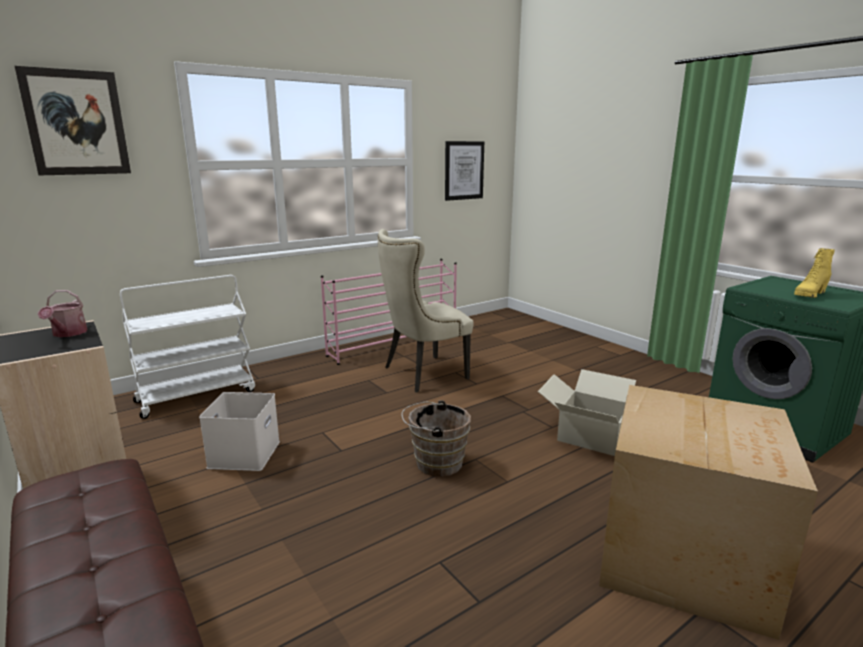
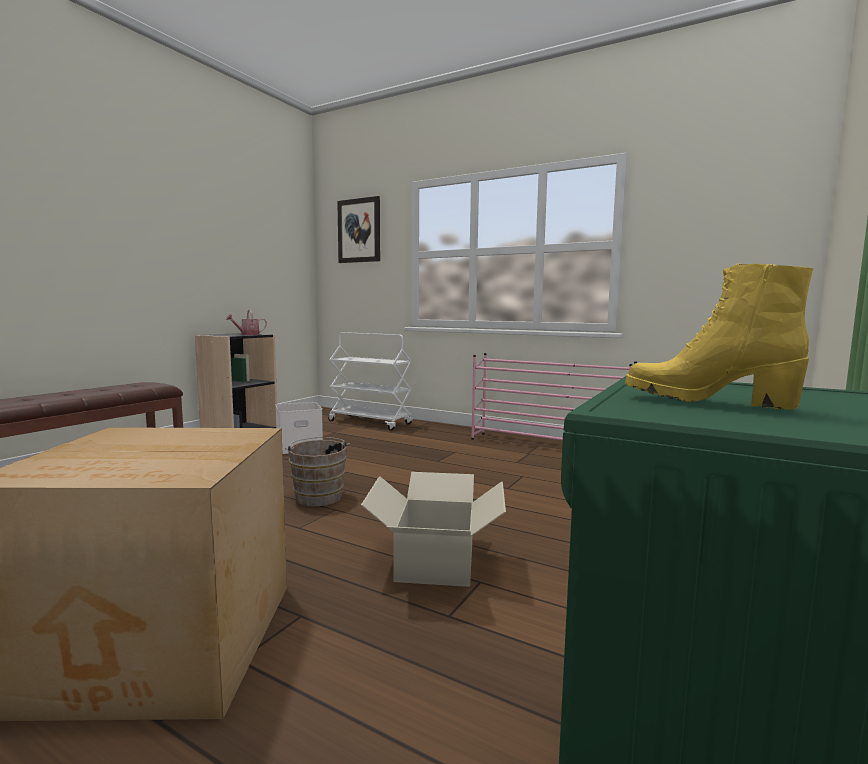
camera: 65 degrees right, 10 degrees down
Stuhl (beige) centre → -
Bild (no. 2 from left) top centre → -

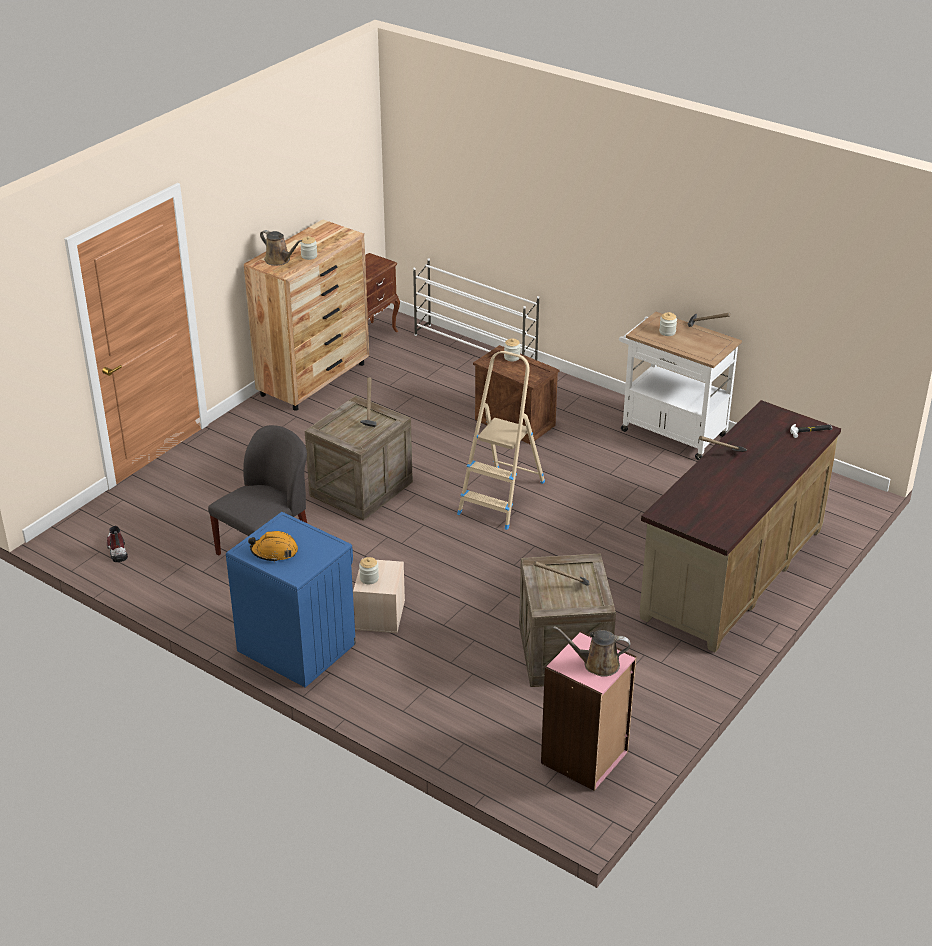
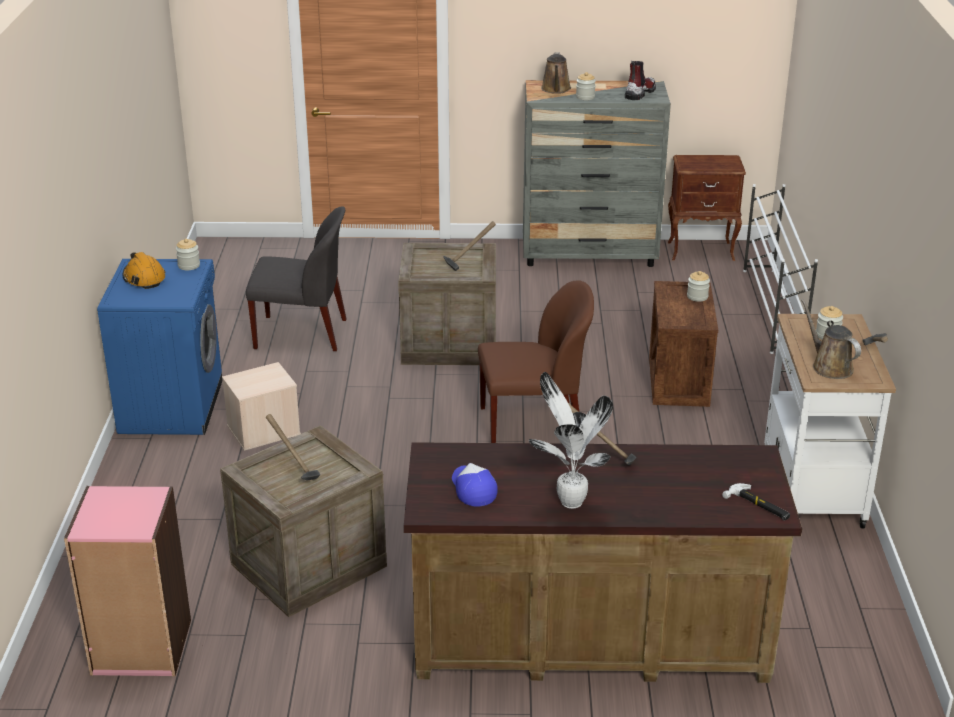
camera: 55 degrees right, 5 degrees down
Stiefel middle left → Stiefel top right, shifted
Kommode (braun) top left → Kommode (grau) top centre
Vorratsglas (no. 2 from left in the first image) centre → Vorratsglas (no. 1 from left) middle left, shifted
Trittleiter (beige) centre → Stuhl (braun) centre
Gießkanne (braun) (no. 2 from left) bottom centre → Gießkanne (braun) (no. 2 from left) middle right, shifted
- → Kappe bottom centre
- → Topfpflanze centre

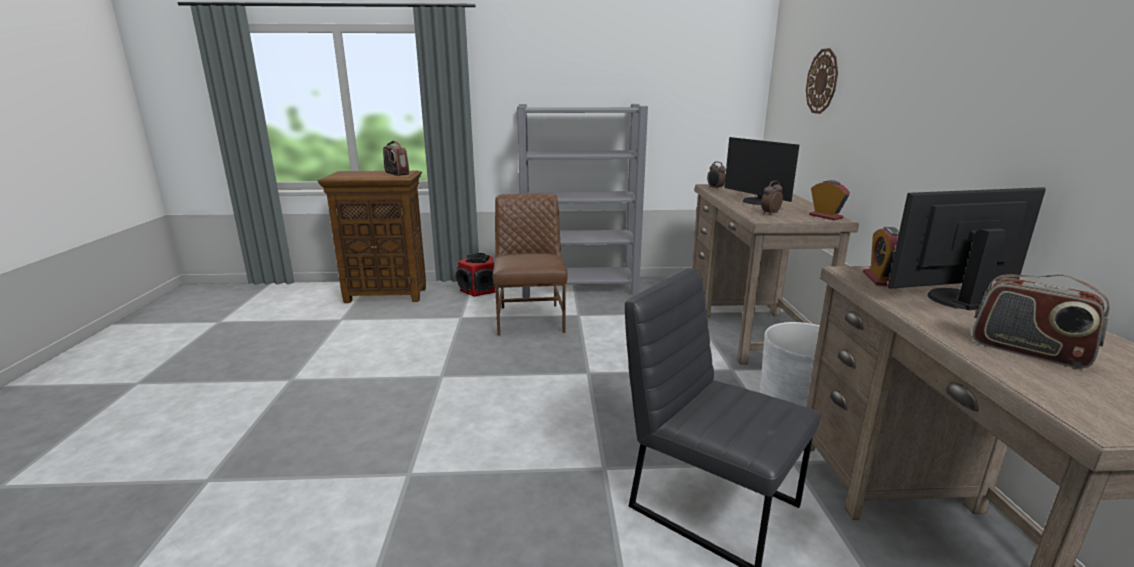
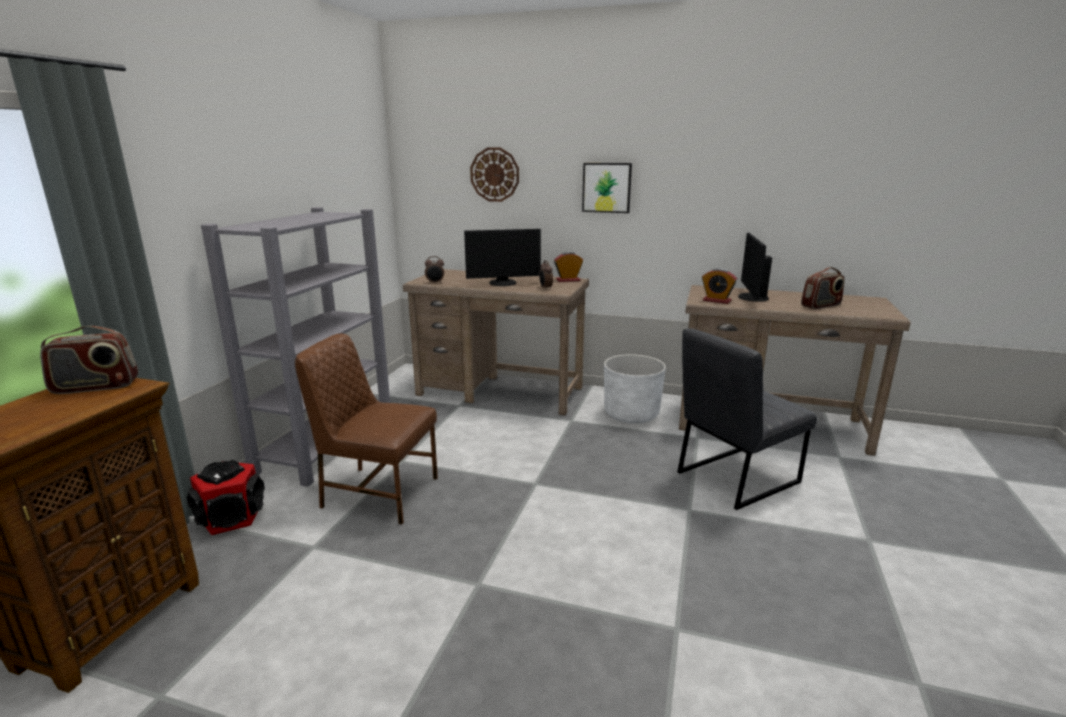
camera: 70 degrees left, 0 degrees up
- → Bild top centre

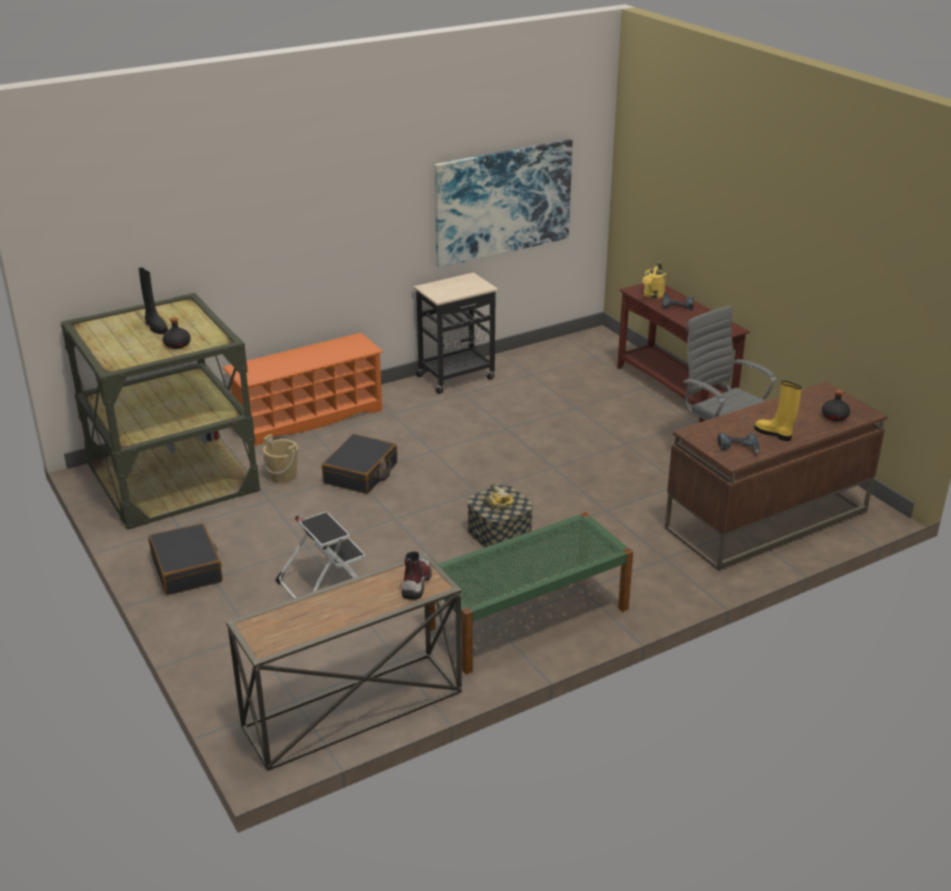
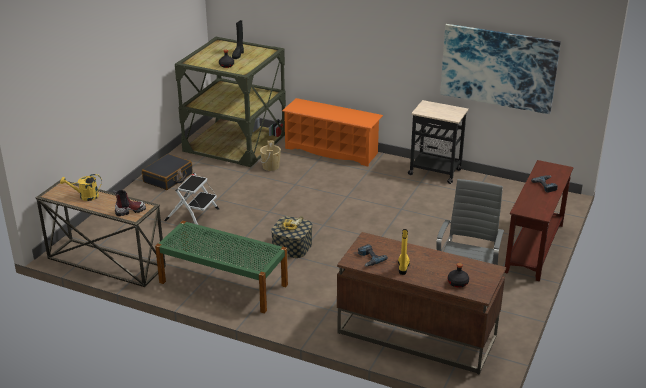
camera: 55 degrees right, 0 degrees up
Koffer (schwarz) (no. 2 from left) centre → -
Gießkanne (gelb) top right → Gießkanne (gelb) middle left, shifted

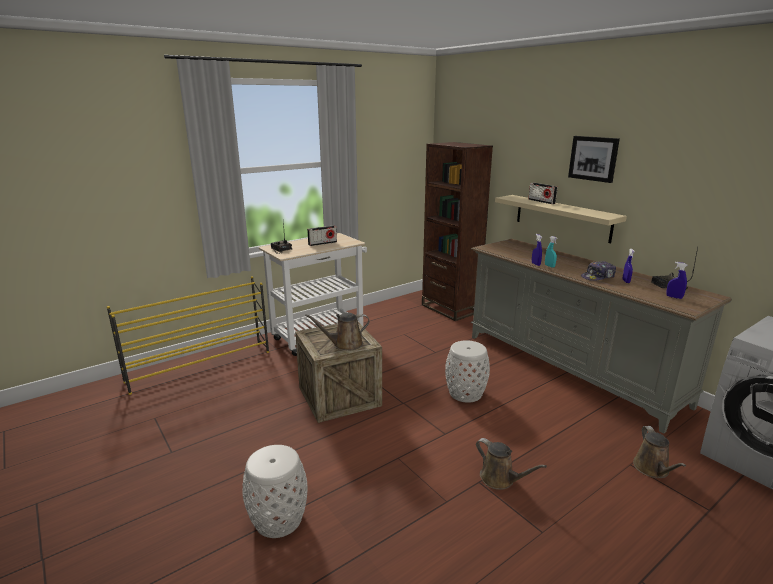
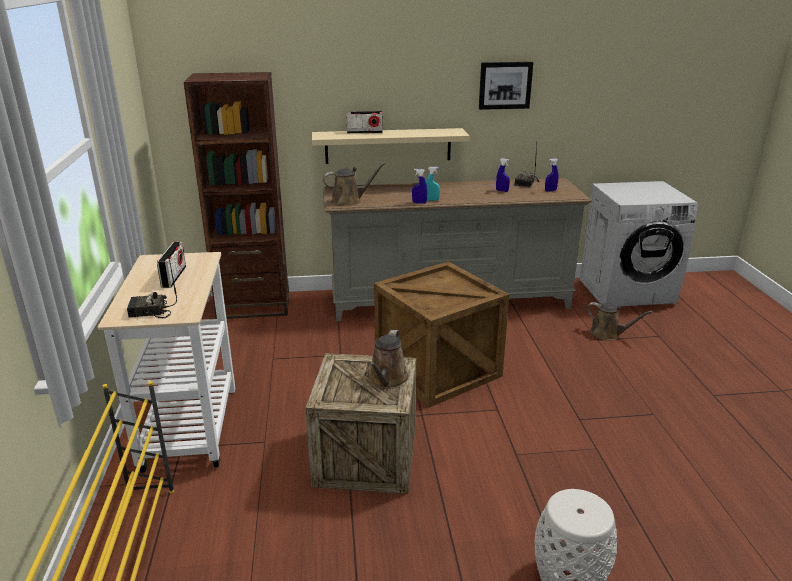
camera: 60 degrees left, 5 degrees up
Hocker (weiß) (no. 2 from left) centre → Kiste (no. 2 from left) centre
Gießkanne (braun) (no. 2 from left in the first image) bottom centre → Gießkanne (braun) (no. 1 from left) top centre, shifted
Bild top right → Bild top centre, shifted
Kappe middle right → -

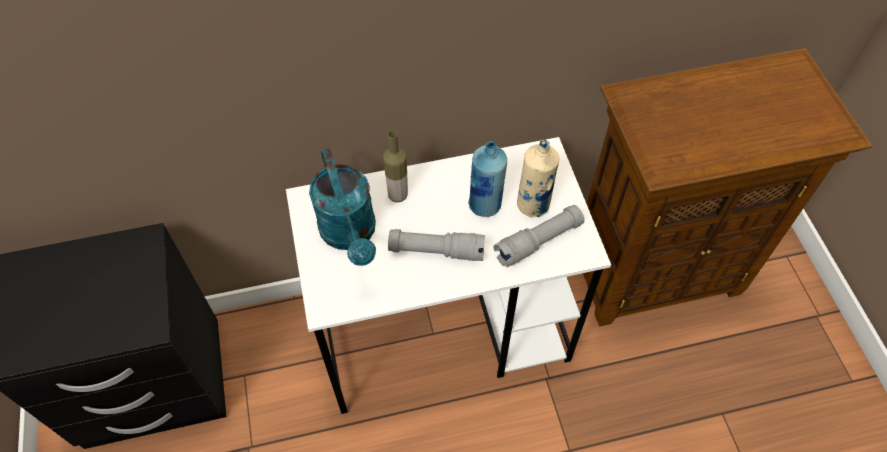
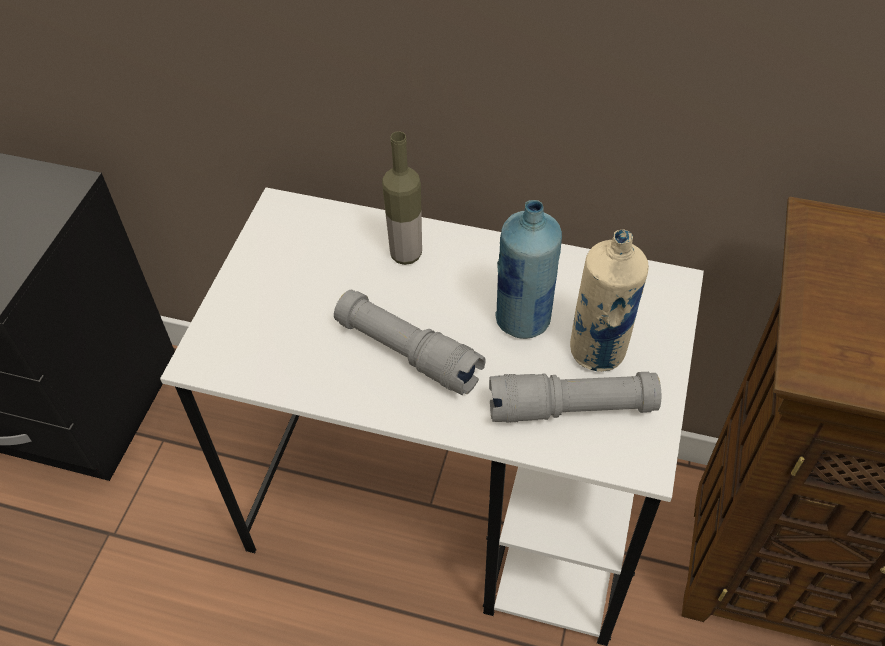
camera: 30 degrees right, 5 degrees down
Gießkanne (türkis) centre → -

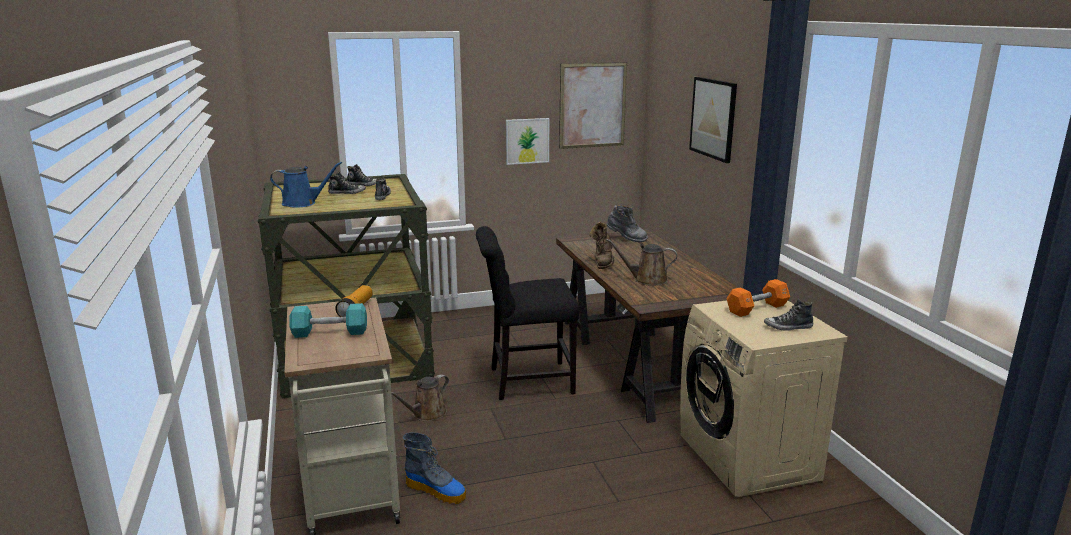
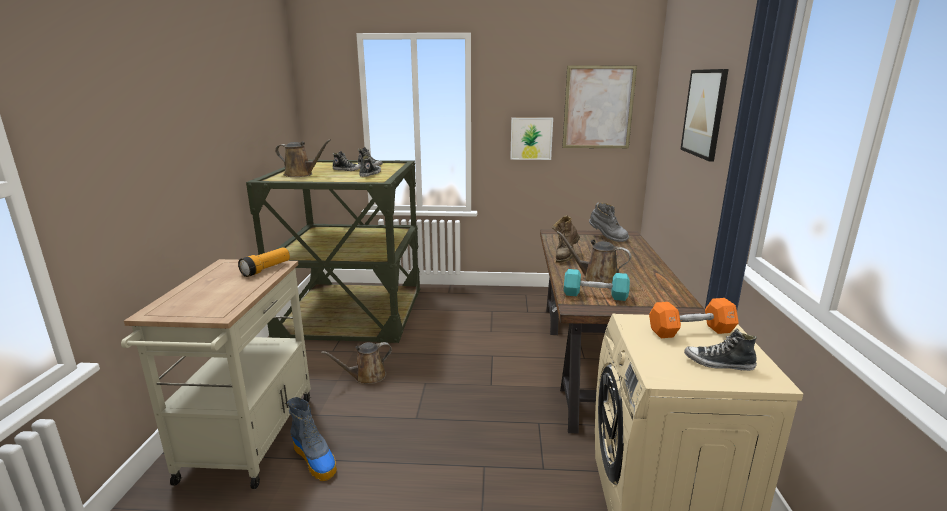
camera: 20 degrees right, 0 degrees up
Gießkanne (blau) middle left → Gießkanne (braun) (no. 1 from left) top left
Hantel (türkis) middle left → Hantel (türkis) centre, shifted
Stuhl (schwarz) centre → -

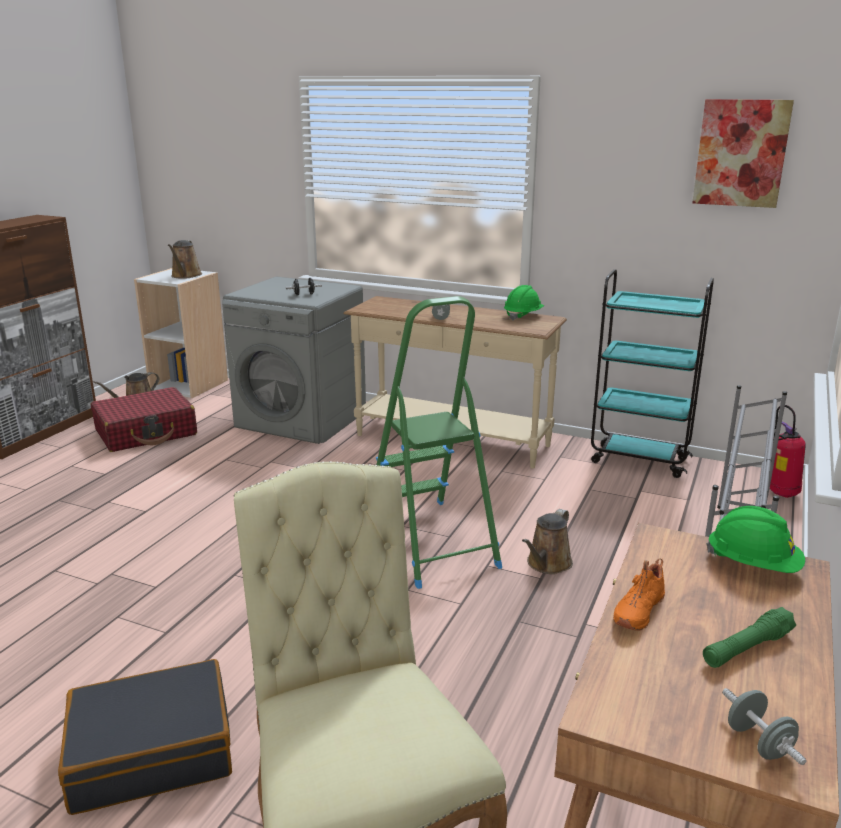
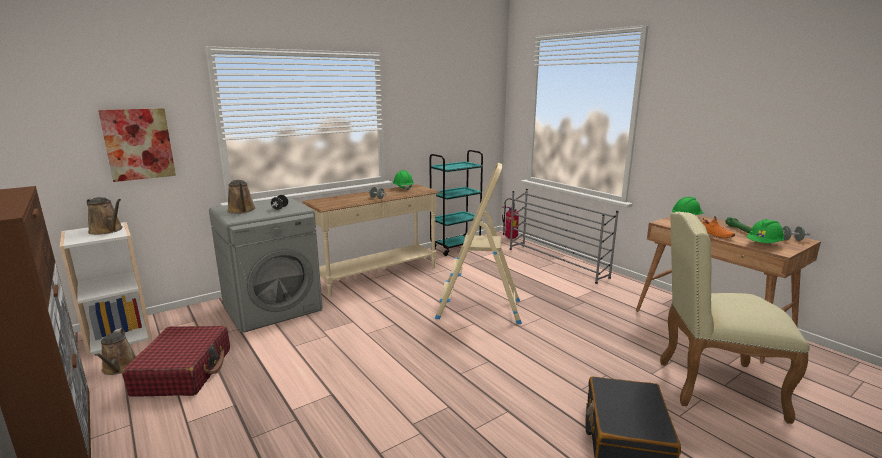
camera: 60 degrees left, 5 degrees down
Trittleiter (grün) centre → Trittleiter (beige) centre
Gießkanne (braun) (no. 3 from left) centre → Gießkanne (braun) (no. 3 from left) middle left, shifted
Bild top right → Bild top left, shifted
- → Schutzhelm (grün) (no. 3 from left) middle right

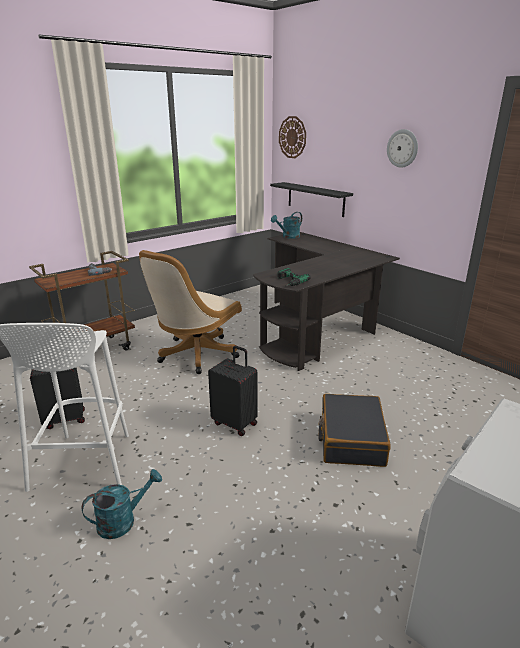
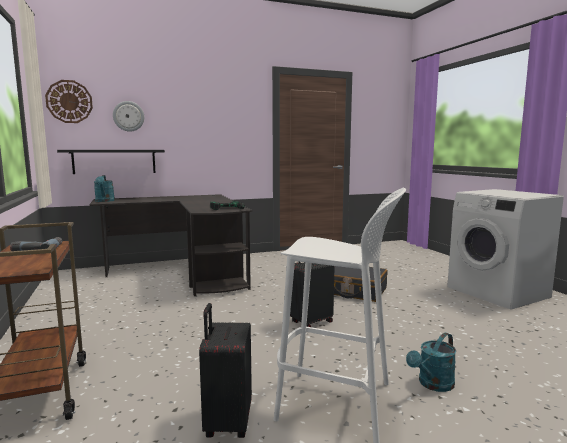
camera: 70 degrees left, 15 degrees down
Gießkanne (türkis) (no. 1 from left in the first image) bottom left → Gießkanne (türkis) (no. 2 from left) bottom right, 120 degrees counterclockwise
Bürostuhl centre → -
Wanduhr (no. 2 from left) top right → Wanduhr (no. 2 from left) top left, shifted

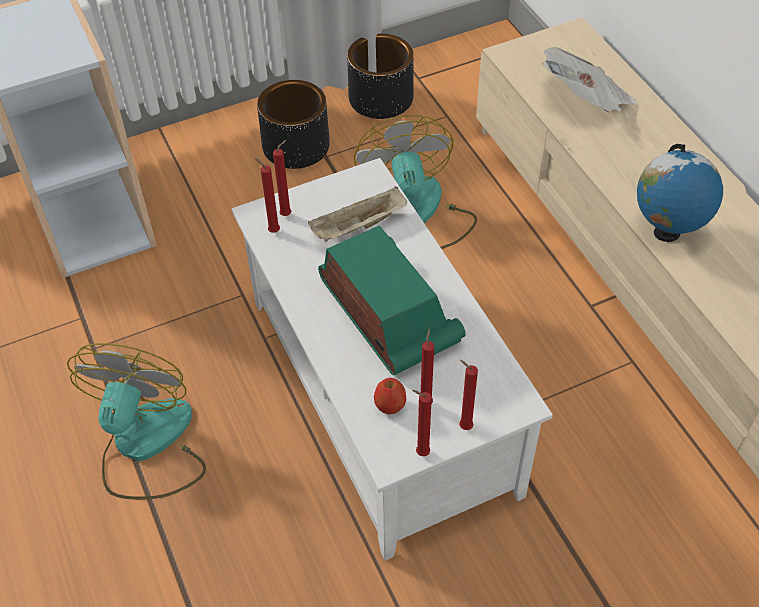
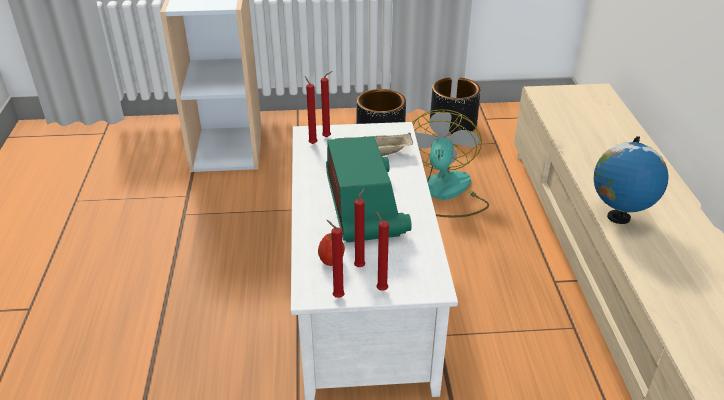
camera: 20 degrees right, 15 degrees down
Ventilator (no. 1 from left) bottom left → -
Zeitung top right → -

